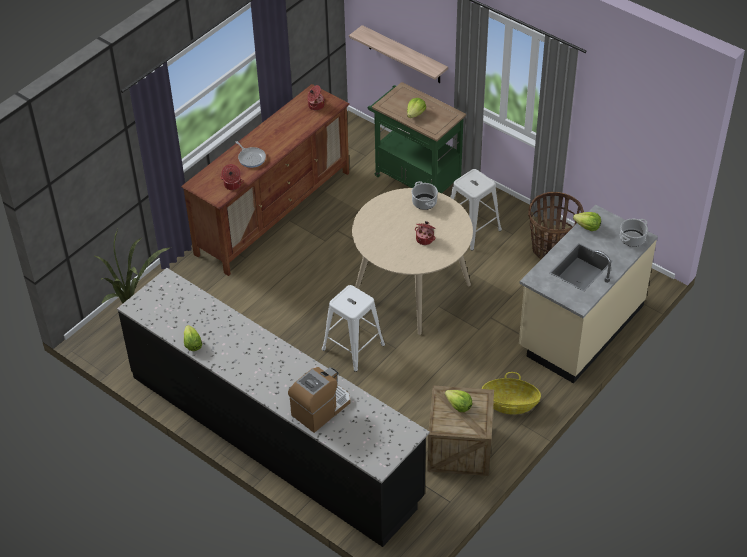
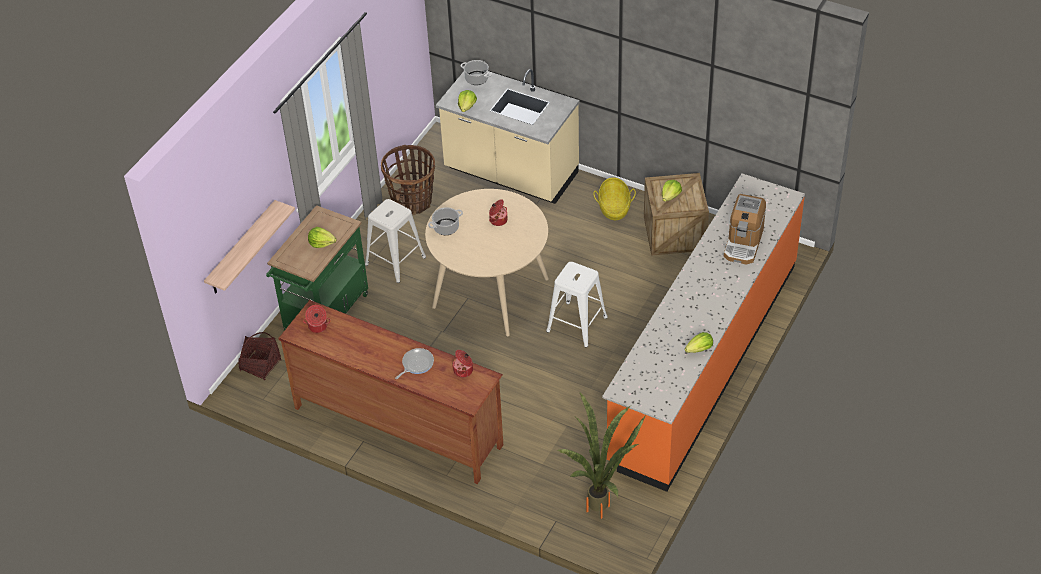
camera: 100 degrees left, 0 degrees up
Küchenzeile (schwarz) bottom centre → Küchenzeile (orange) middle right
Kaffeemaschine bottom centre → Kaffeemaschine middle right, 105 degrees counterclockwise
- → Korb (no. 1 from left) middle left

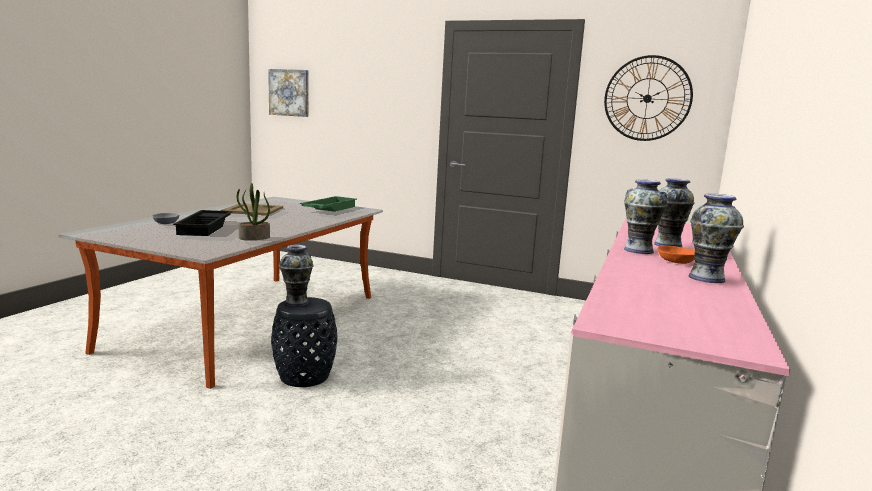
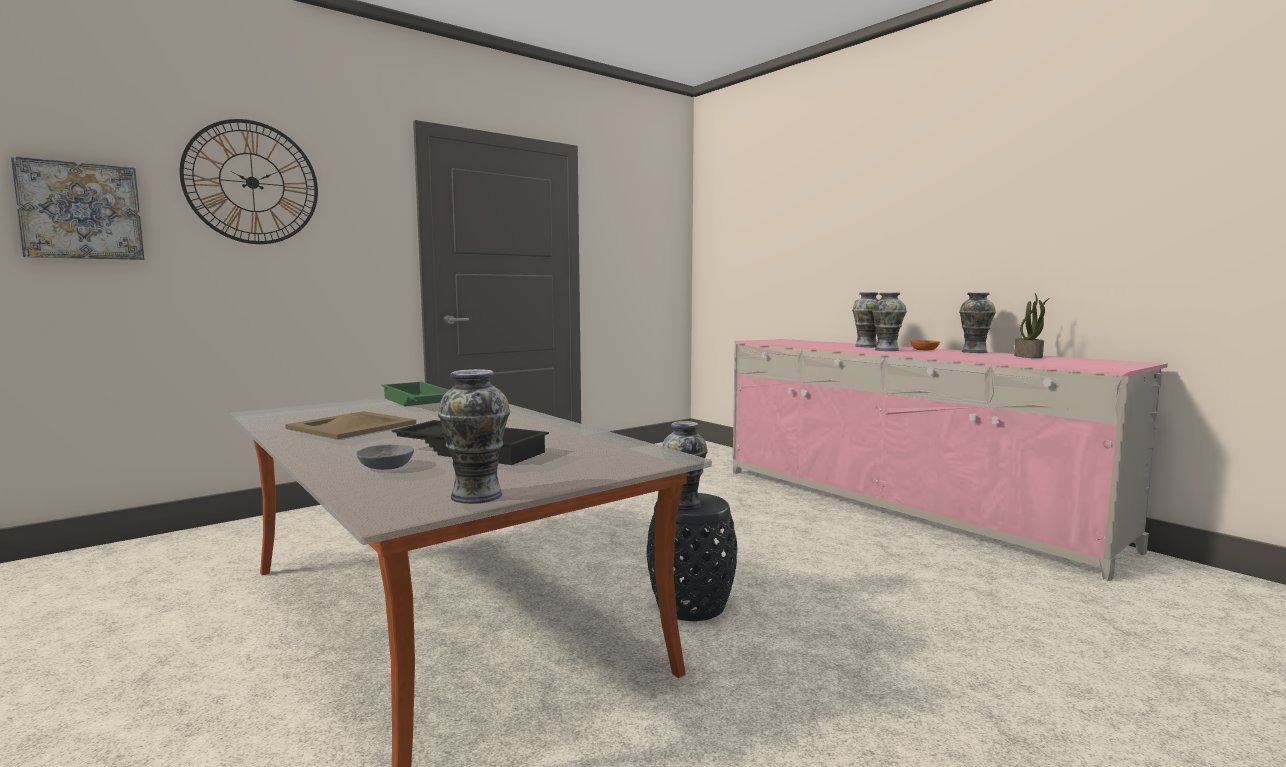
camera: 60 degrees left, 5 degrees down
Topfpflanze middle left → Topfpflanze middle right, shifted
Wanduhr top right → Wanduhr top left, shifted
- → Vase (no. 1 from left) centre

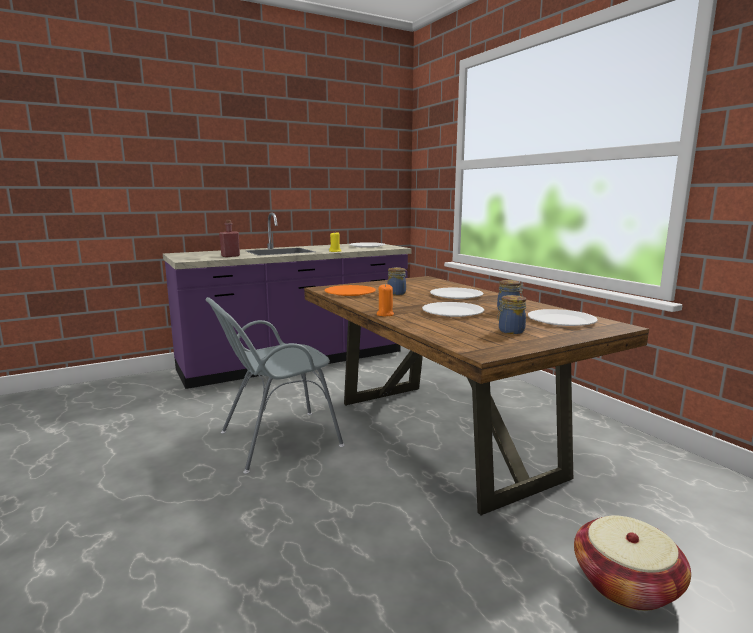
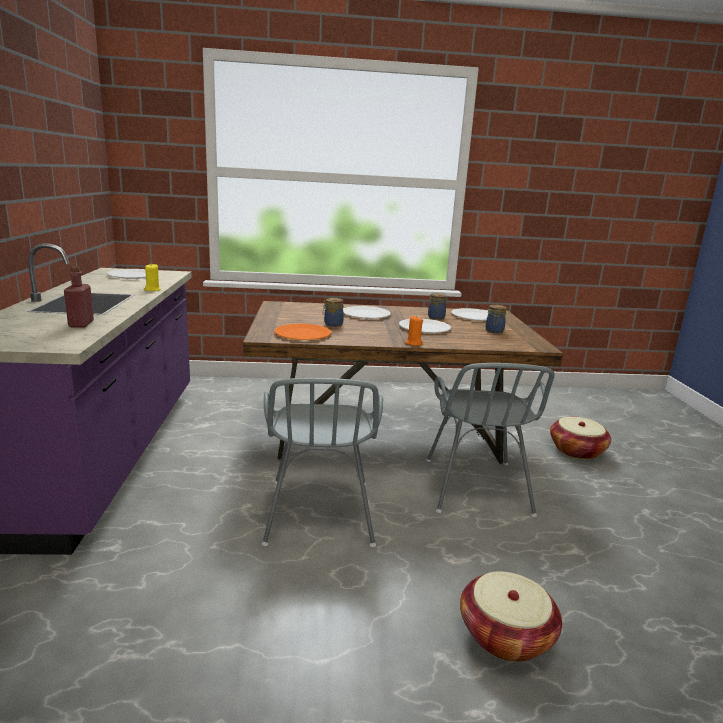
camera: 65 degrees left, 5 degrees up
- → Stuhl (grau) (no. 2 from left) middle right
- → Korb (no. 1 from left) bottom right

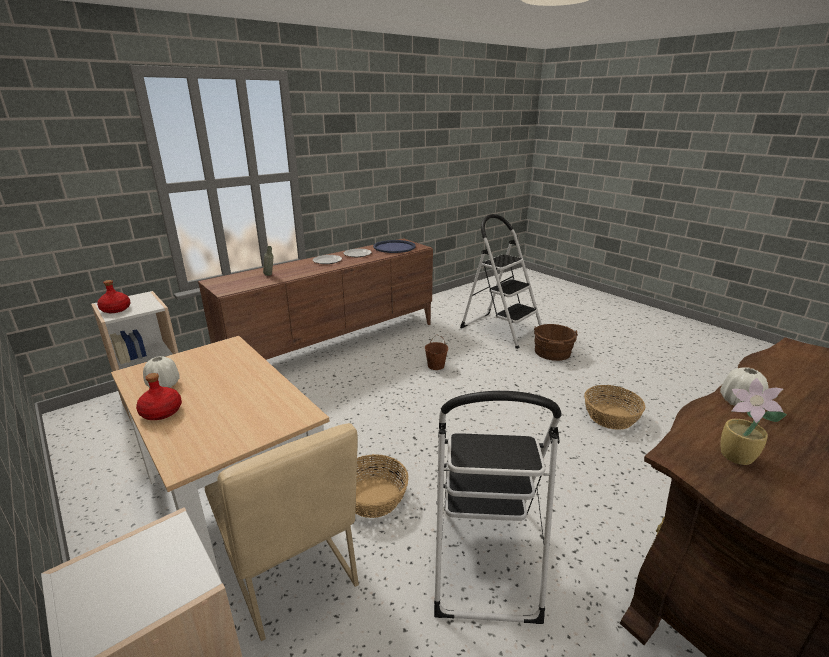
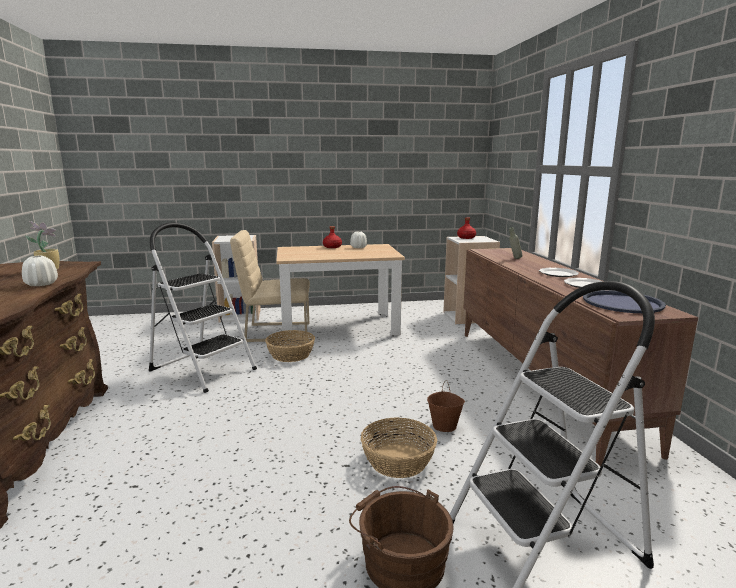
camera: 120 degrees right, 10 degrees down
Korb (no. 2 from left) middle right → Korb (no. 2 from left) bottom centre, shifted

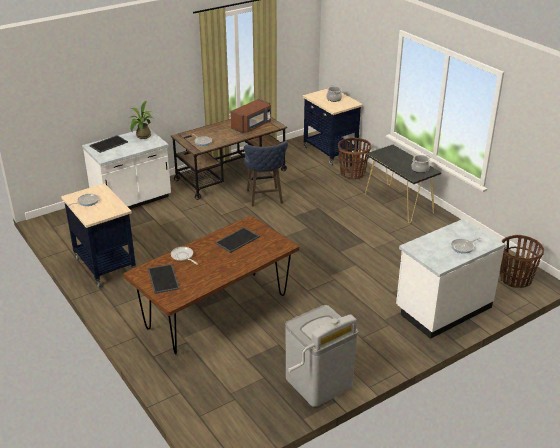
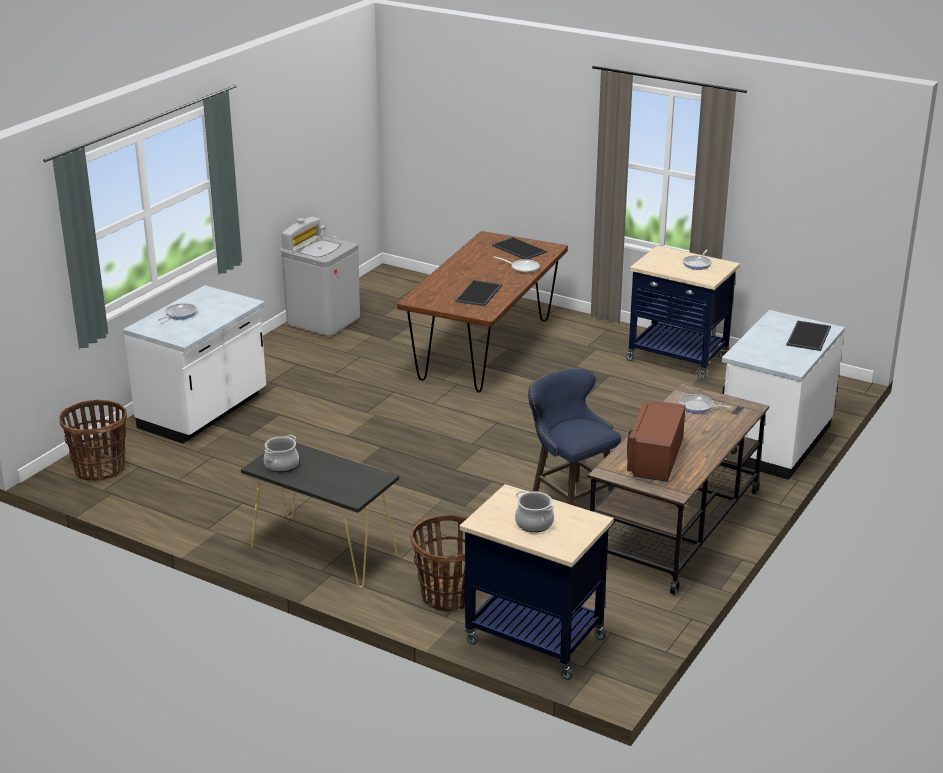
camera: 155 degrees right, 5 degrees down
Topfpflanze top left → -

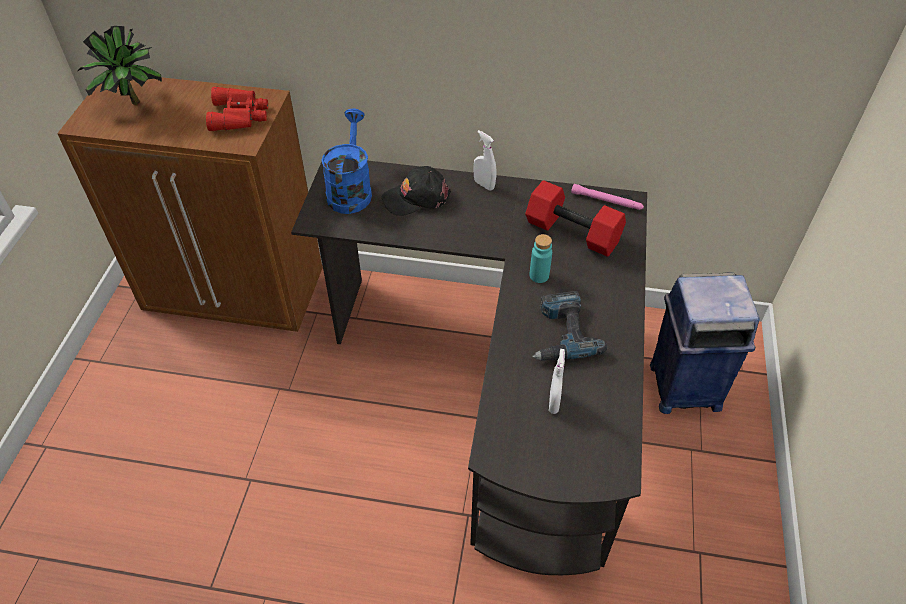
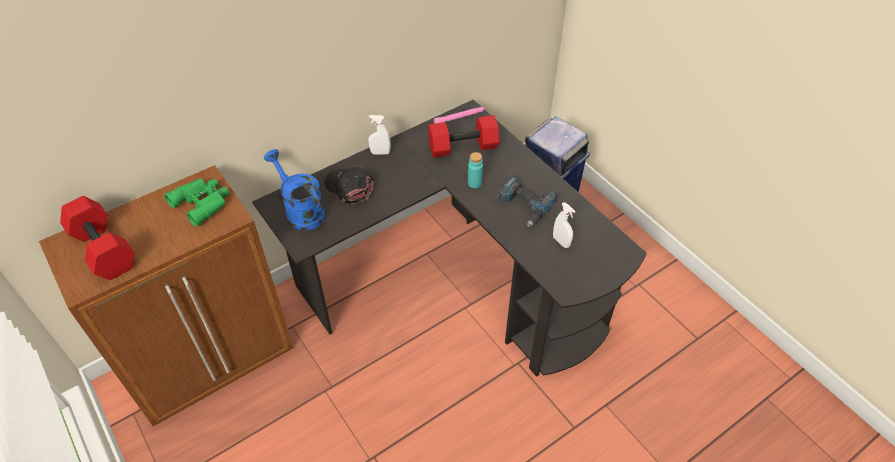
camera: 45 degrees left, 0 degrees up
Topfpflanze top left → Hantel (rot) (no. 1 from left) middle left
Fernglas (rot) top left → Fernglas (grün) middle left
Kappe (schwarz) top centre → Kappe (schwarz) centre, 105 degrees clockwise

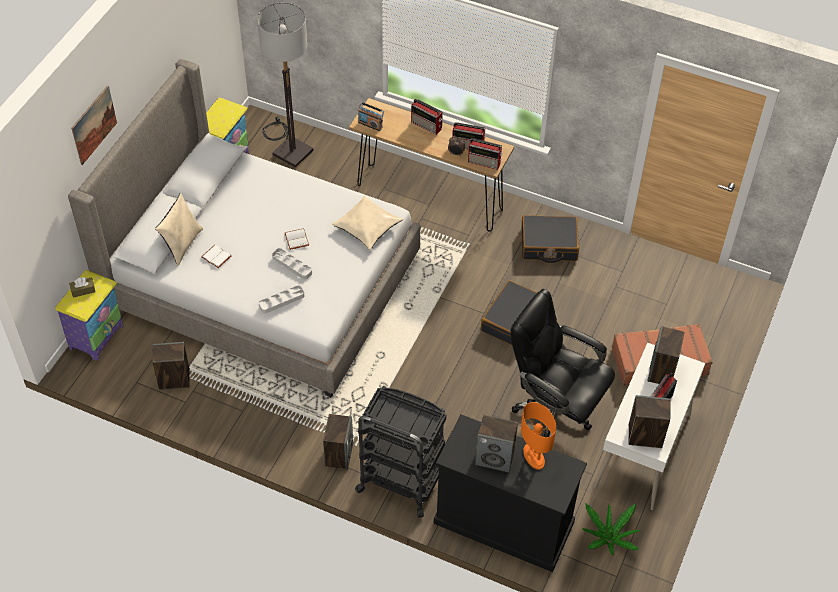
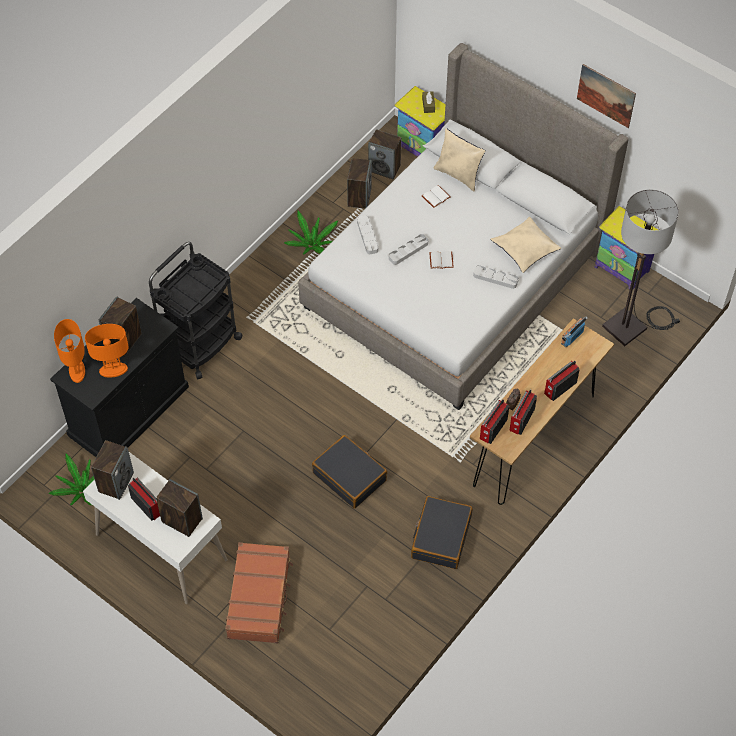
camera: 105 degrees right, 5 degrees up
Bild top left → Bild top right, shifted
Lautsprecher (no. 2 from left in the first image) bottom centre → Lautsprecher (no. 5 from left) top centre, shifted
Kissen (beige) (no. 2 from left) centre → Kissen (beige) (no. 2 from left) top right, shifted
Bürostuhl (schwarz) middle right → -
- → Tischlampe (orange) (no. 1 from left) middle left
- → Topfpflanze (no. 2 from left) top centre
- → Tablett (grau) (no. 3 from left) middle right

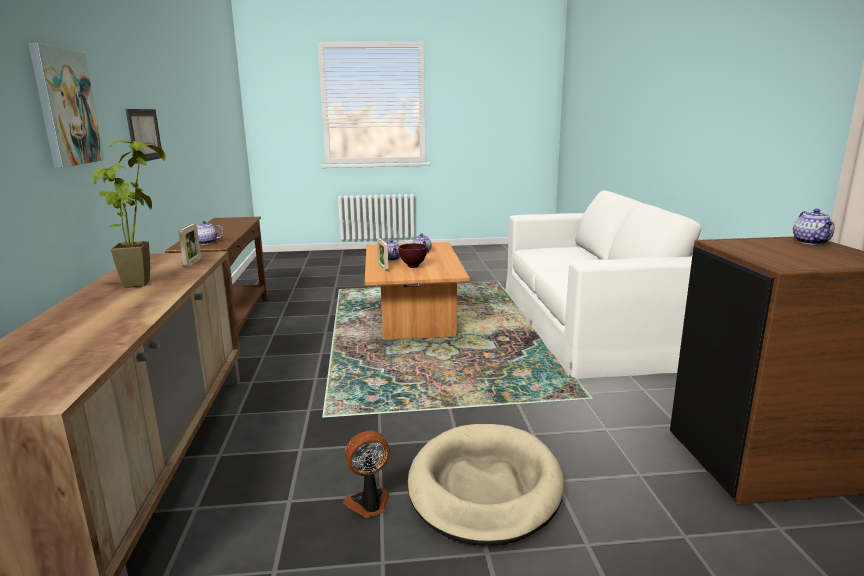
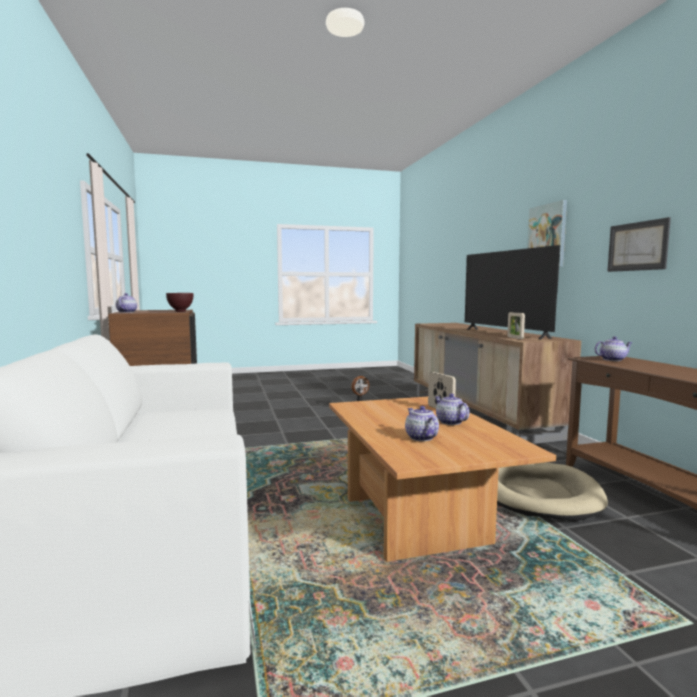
camera: 170 degrees right, 10 degrees down
Topfpflanze middle left → Fernseher middle right
Schüssel (braun) centre → Schüssel (braun) middle left, shifted
Hundebett (beige) bottom centre → Hundebett (beige) bottom right, shifted

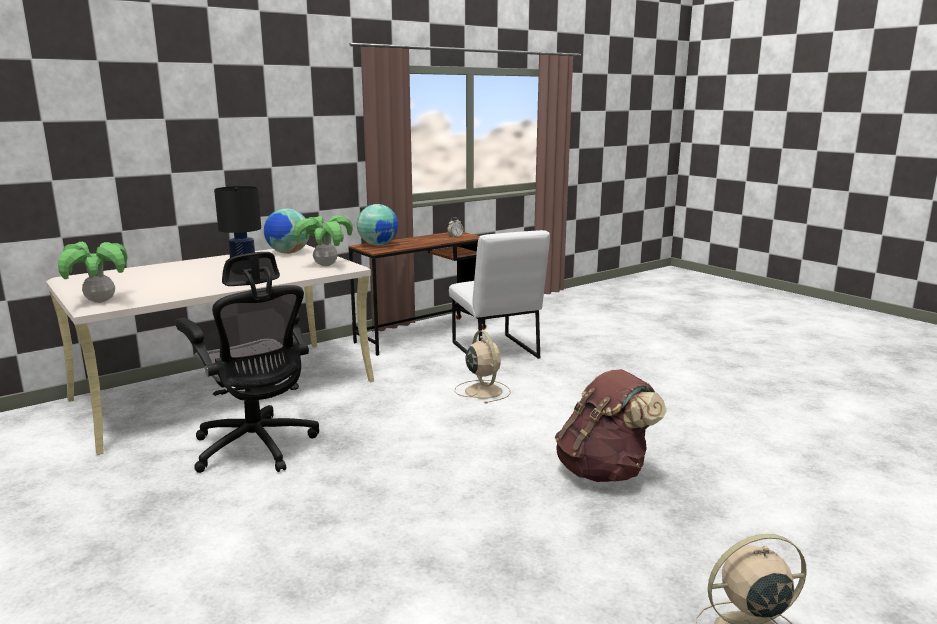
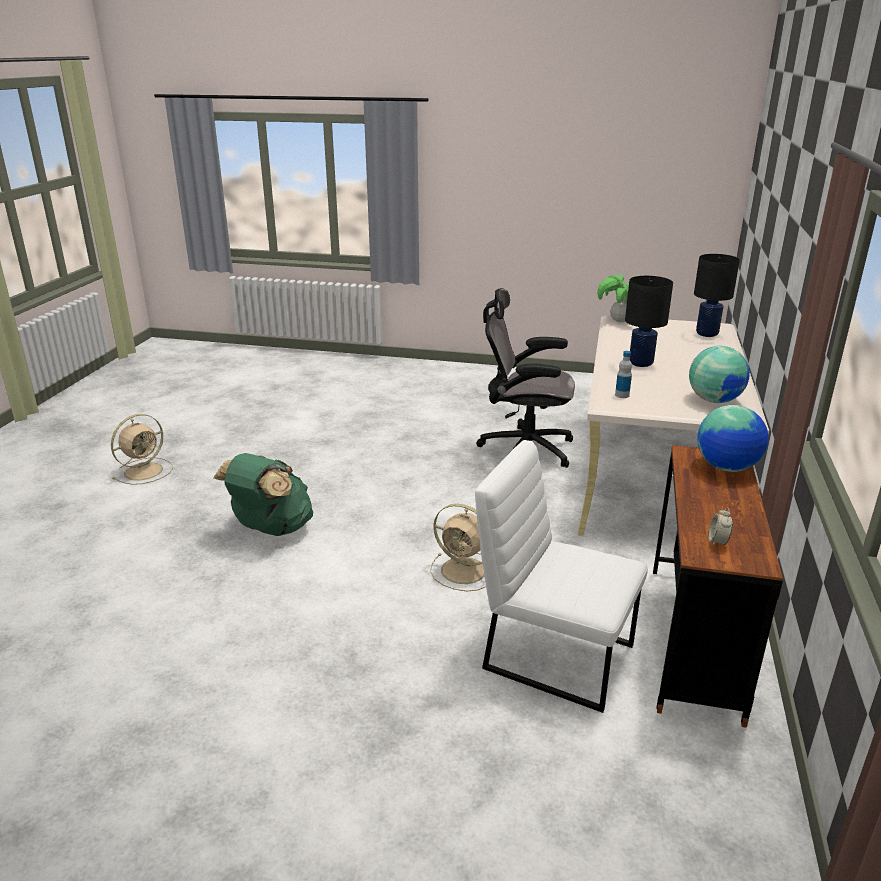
camera: 140 degrees right, 10 degrees up
Topfpflanze (no. 2 from left) centre → Flasche middle right
Rucksack (braun) bottom centre → Rucksack (grün) middle left
- → Tischlampe (schwarz) (no. 2 from left) middle right

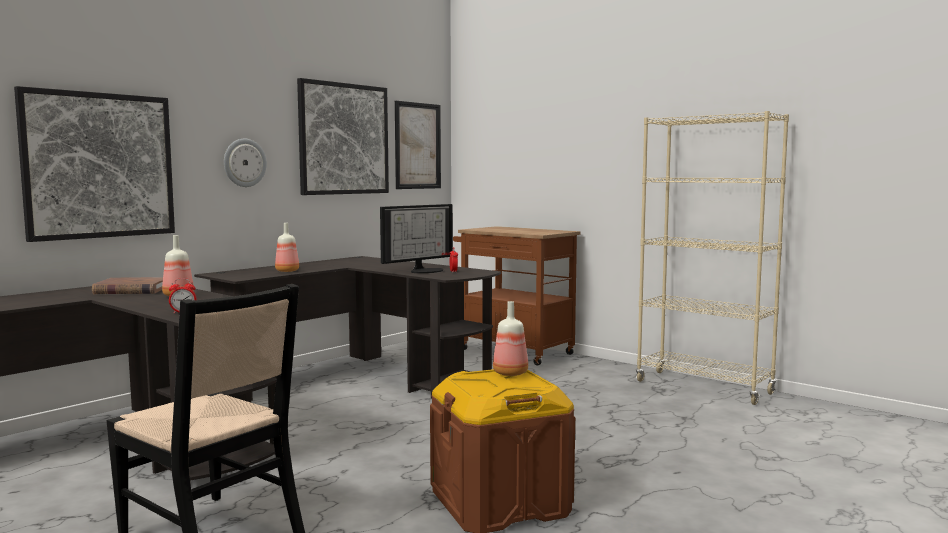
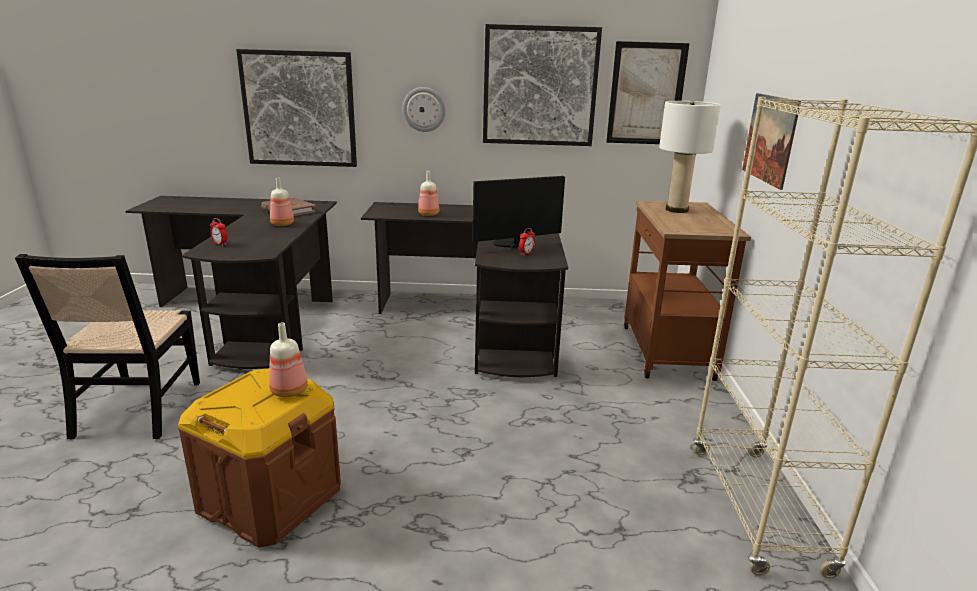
camera: 50 degrees right, 15 degrees up
Monitor centre, 150 degrees clockwise
- → Tischlampe (weiß) top right
- → Bild (no. 4 from left) top right

